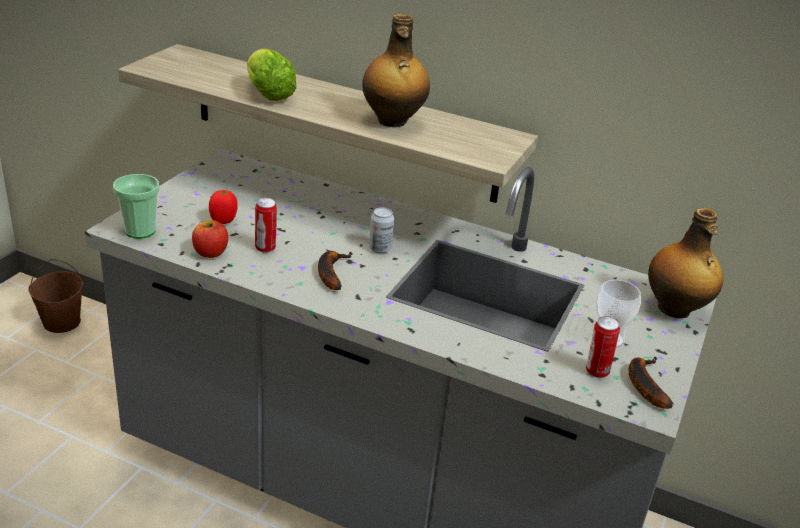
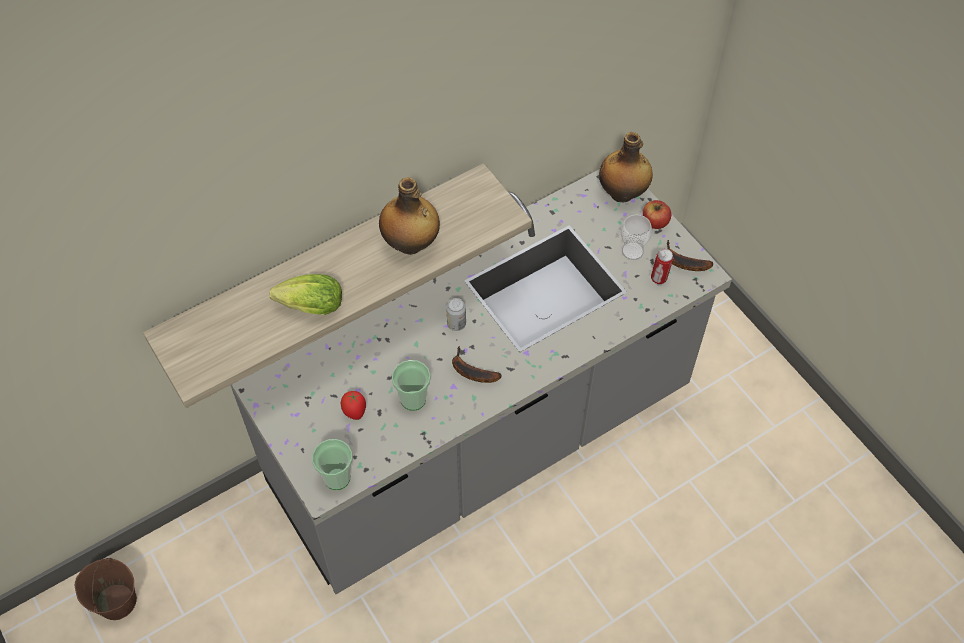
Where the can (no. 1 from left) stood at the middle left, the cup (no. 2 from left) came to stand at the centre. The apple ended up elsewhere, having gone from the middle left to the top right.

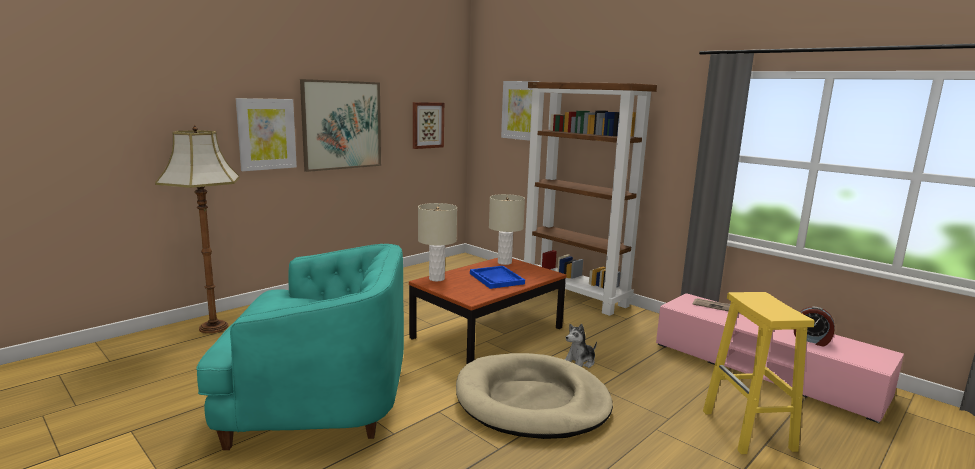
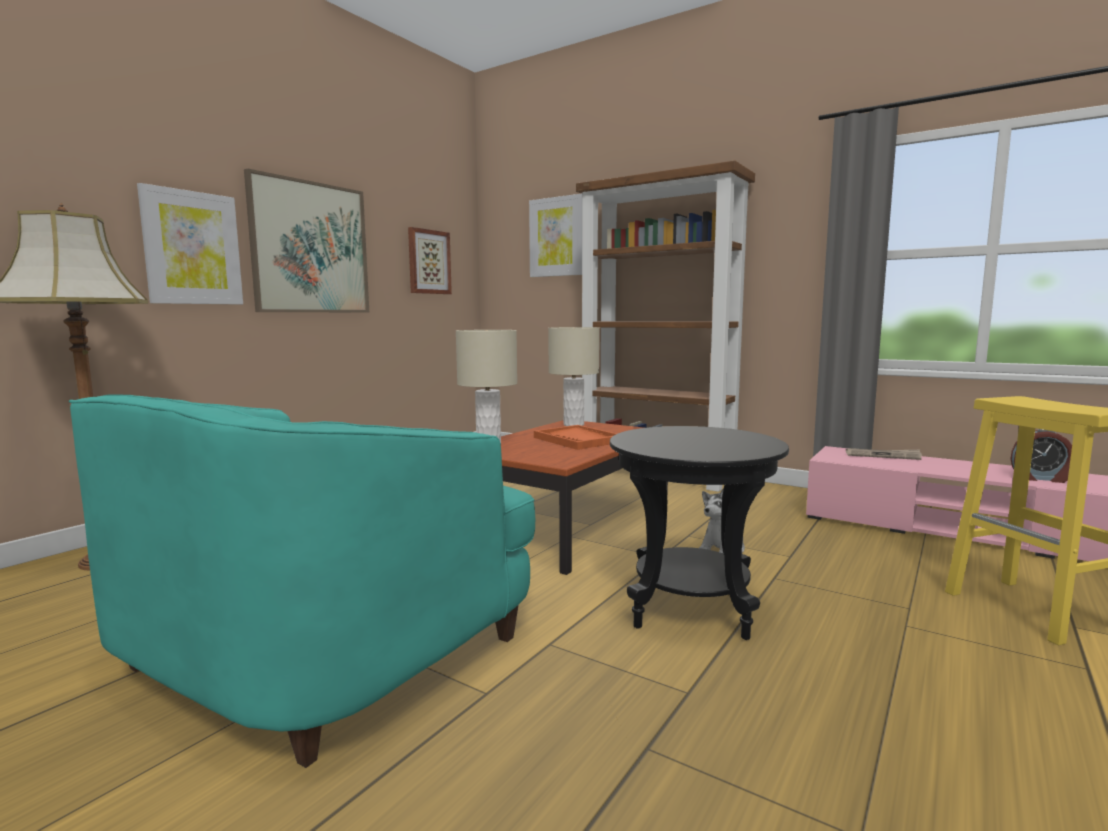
The turquoise armchair at the bottom left ended up facing another way, 135 degrees clockwise from before. What was the blue tray at the centre turned into the orange tray at the centre. Where the beige dog bed stood at the bottom centre, the black side table came to stand at the centre.

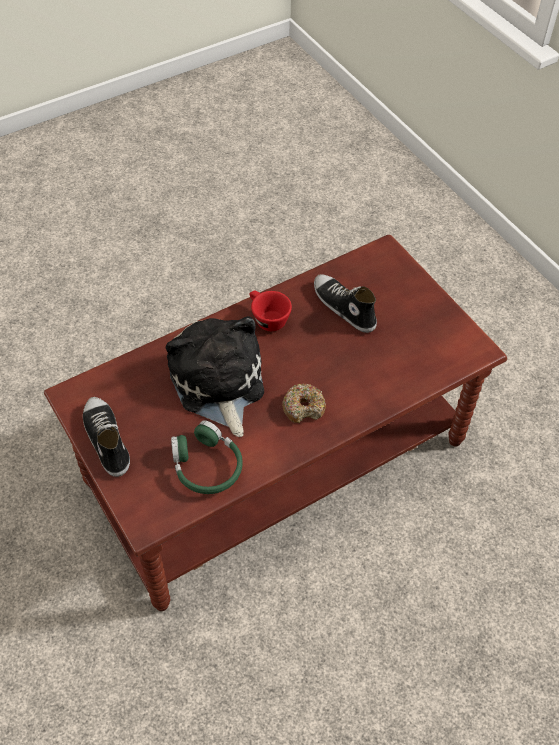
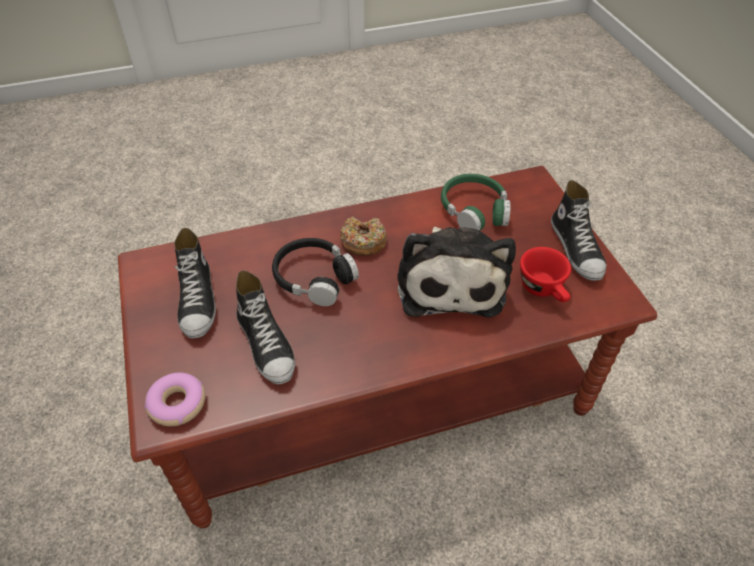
The red cup ended up elsewhere, having gone from the centre to the middle right. The second view gained the shoe (no. 1 from left) at the middle left. The second view gained the black headphones at the centre. The second view gained the donut (no. 1 from left) at the bottom left.

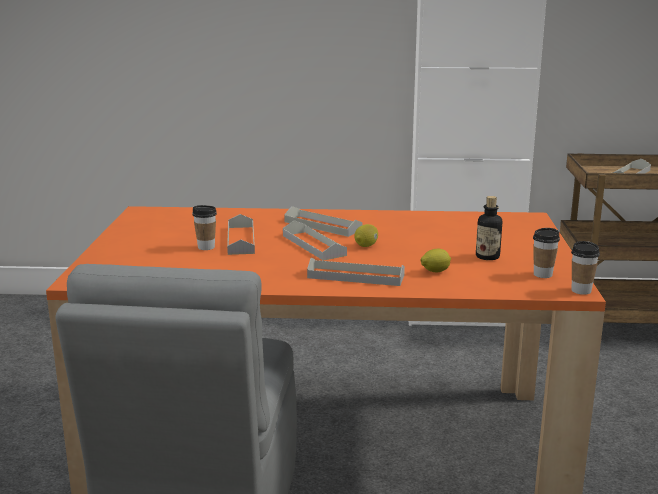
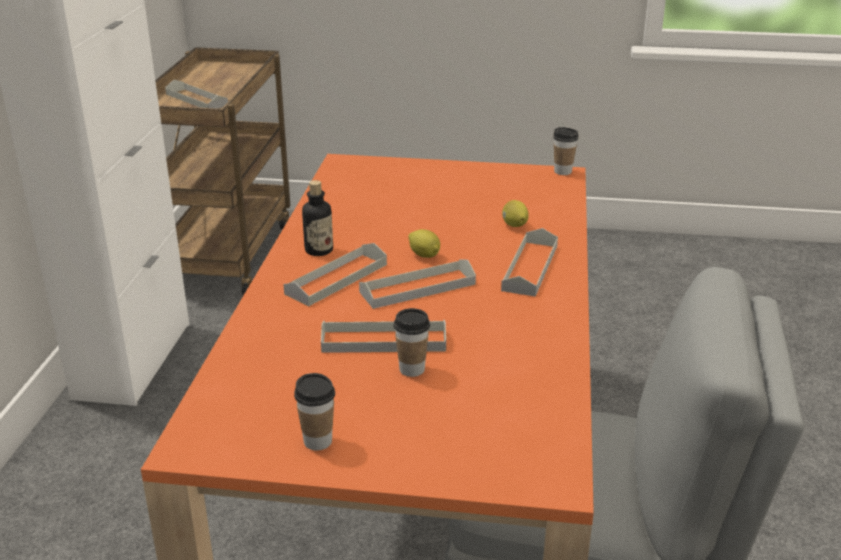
The bottle ended up elsewhere, having gone from the middle right to the centre. The cup (no. 2 from left in the first image) ended up elsewhere, having gone from the middle right to the bottom centre.

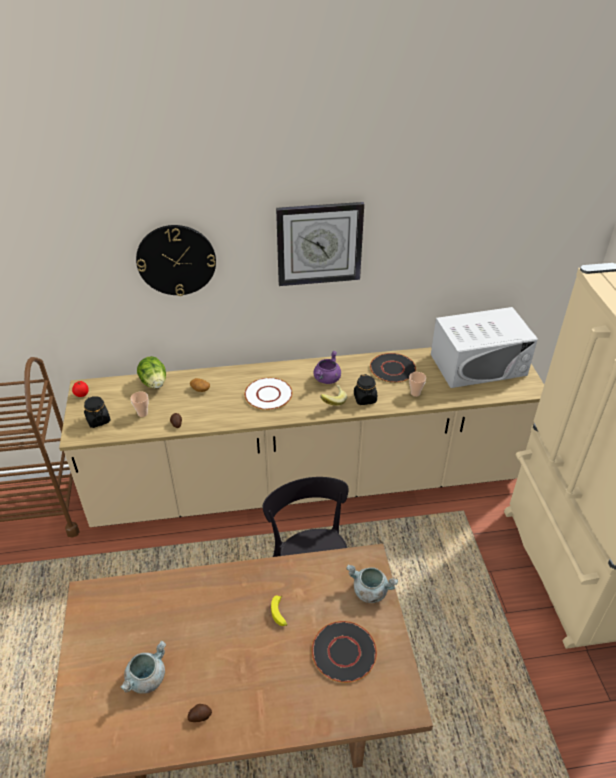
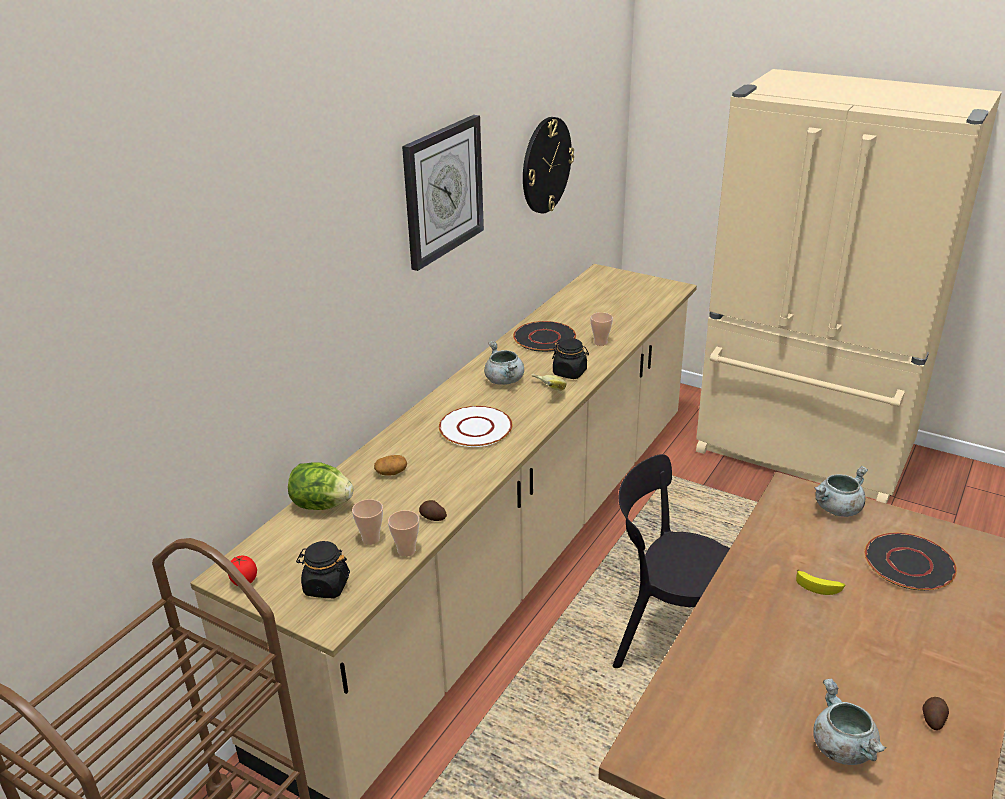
The wall clock (no. 1 from left in the first image) ended up elsewhere, having gone from the middle left to the top centre. The second view lost the white microwave at the middle right. What was the purple cooking pot at the centre turned into the grey cooking pot (no. 1 from left) at the centre. The second view gained the cup (no. 2 from left) at the bottom centre.

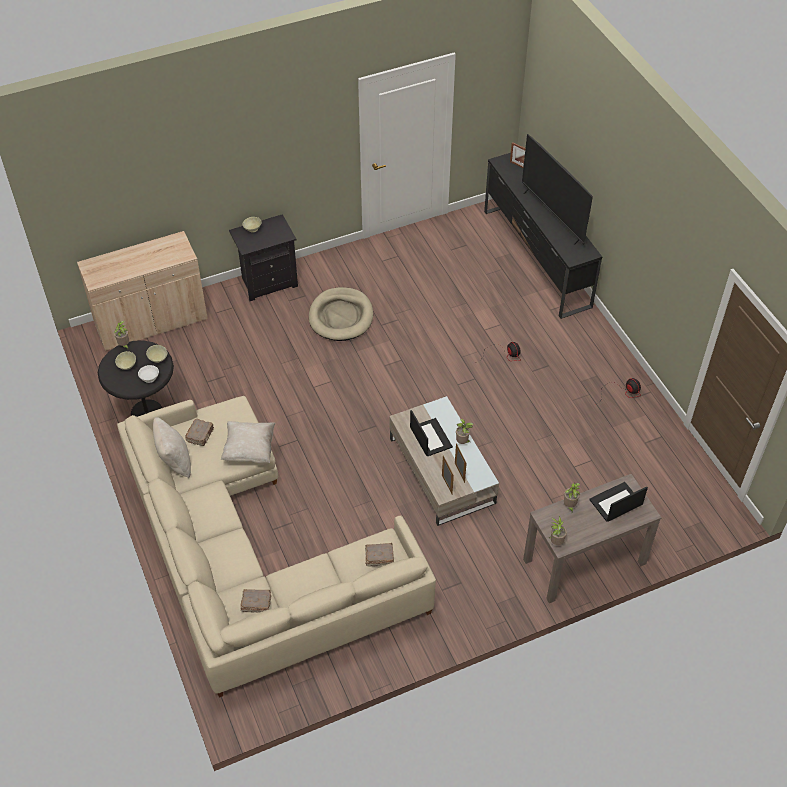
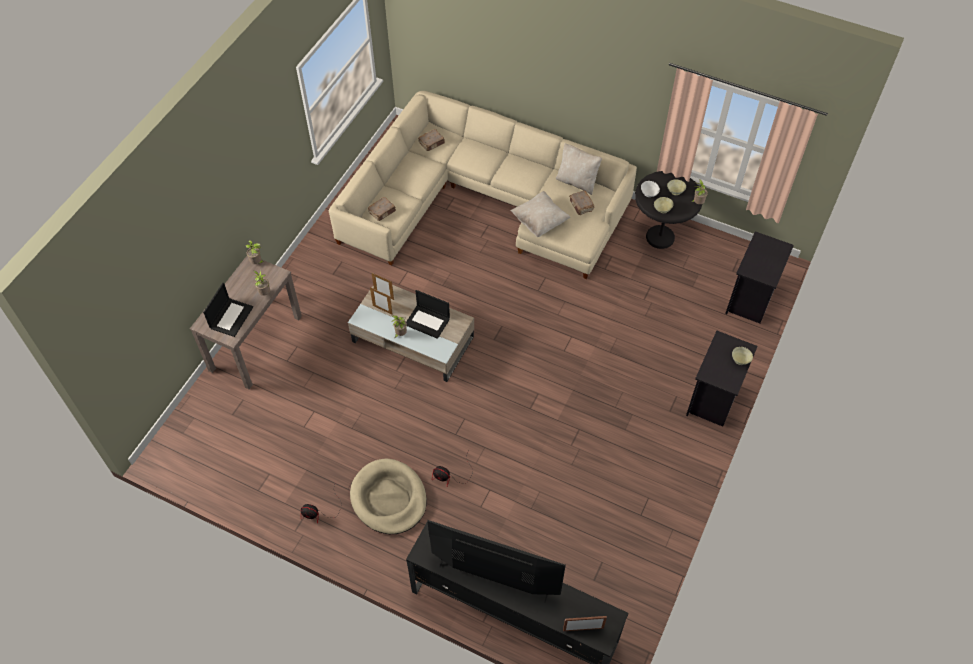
Where the beige cabinet stood at the middle left, the black nightstand (no. 2 from left) came to stand at the middle right. The beige dog bed ended up elsewhere, having gone from the centre to the bottom centre.

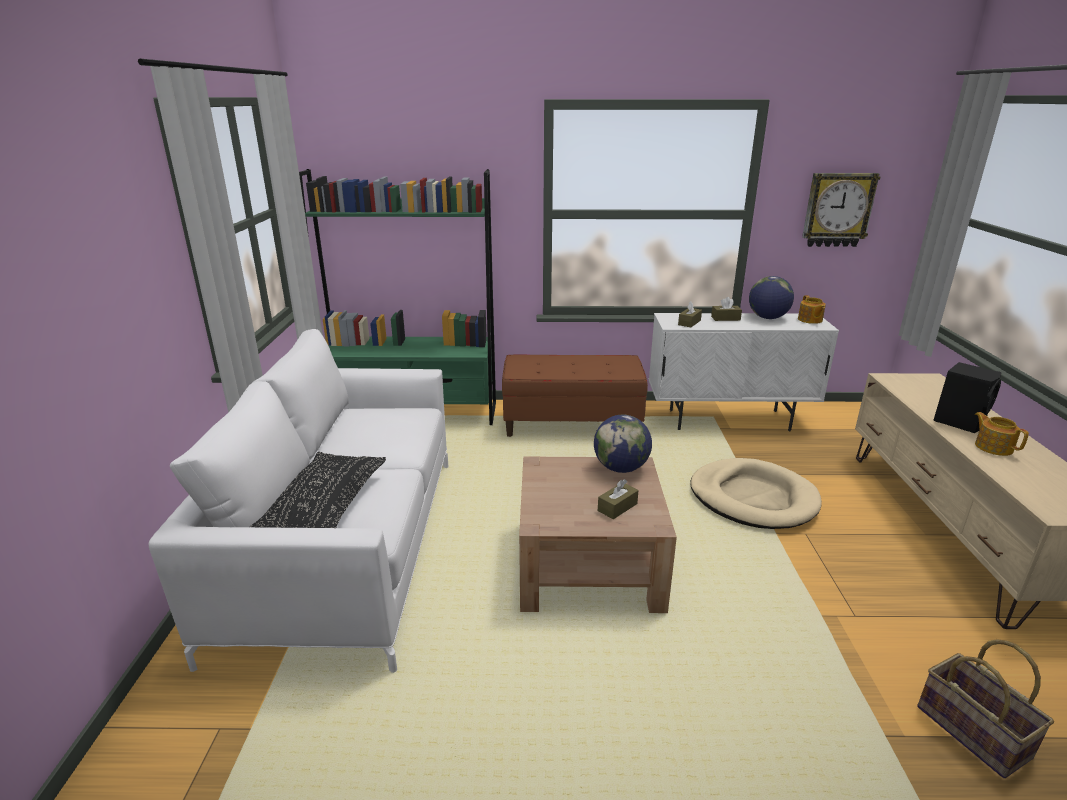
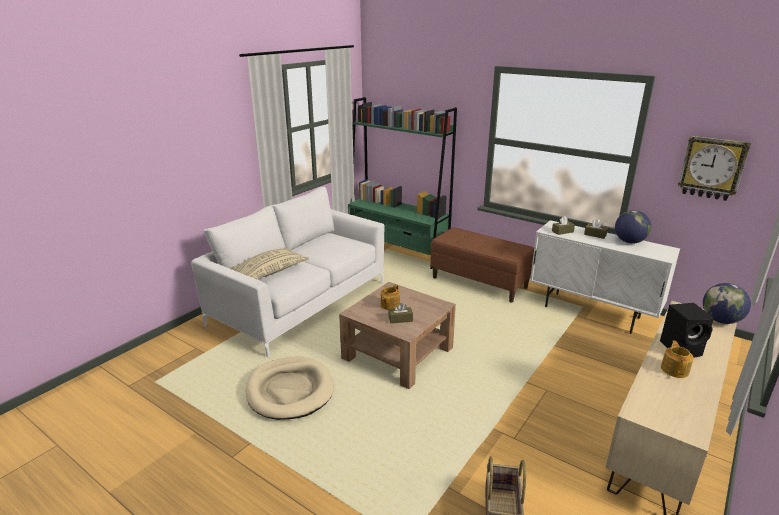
The teapot (no. 1 from left) ended up elsewhere, having gone from the middle right to the centre. The globe (no. 1 from left in the first image) ended up elsewhere, having gone from the centre to the middle right. What was the black pillow at the middle left turned into the beige pillow at the centre. The beige dog bed ended up elsewhere, having gone from the middle right to the bottom centre.

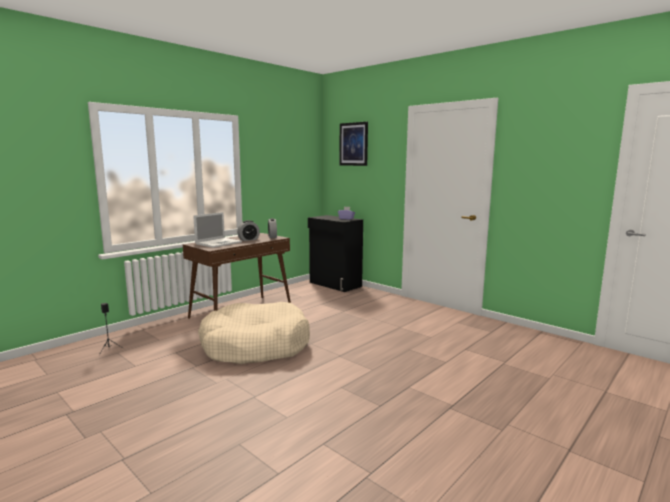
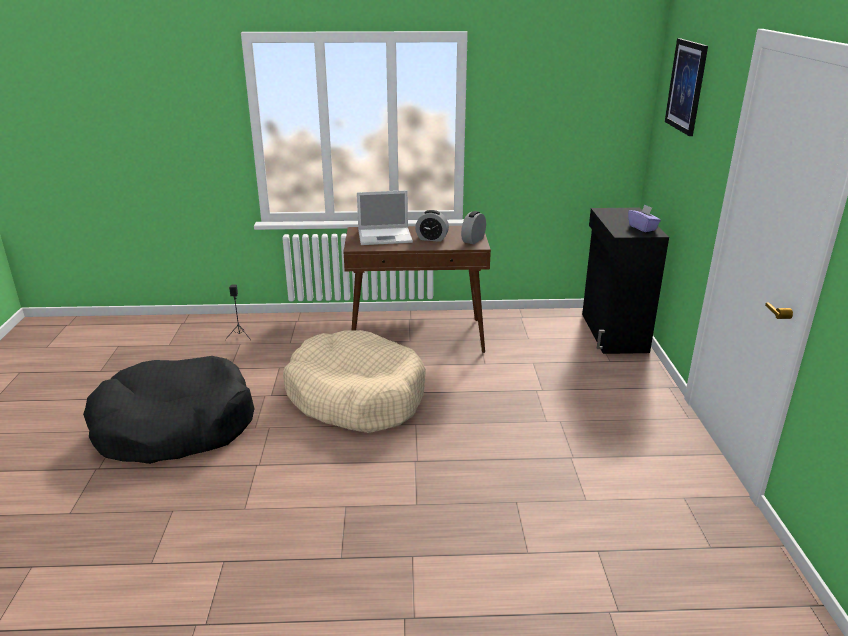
The second view gained the black dog bed at the middle left.

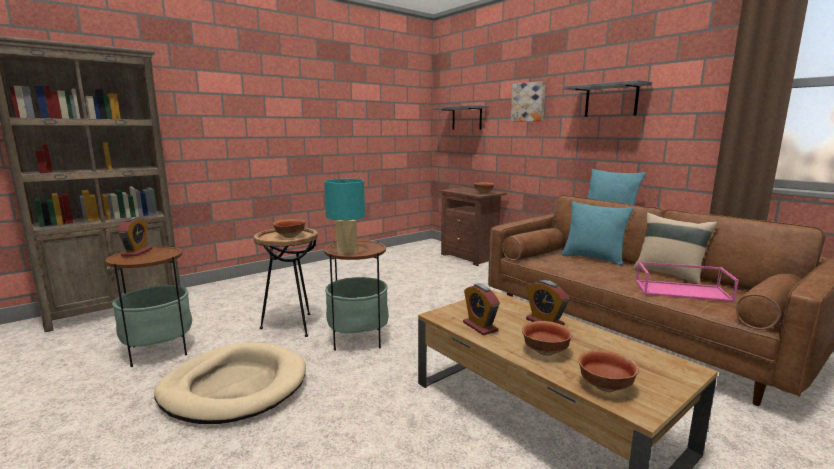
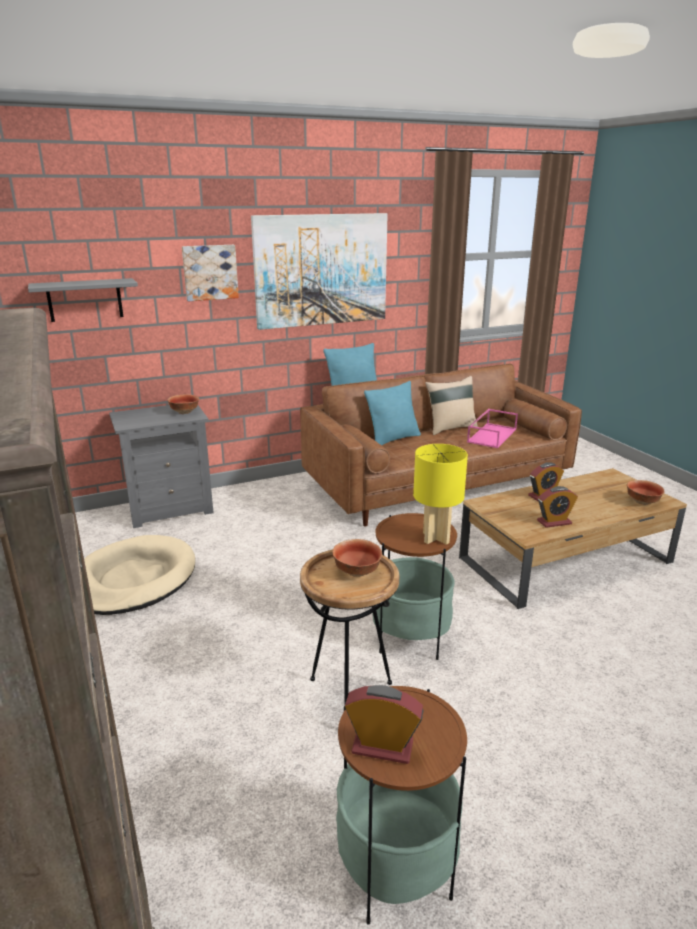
Where the grey shelf (no. 2 from left) hung at the top right, the picture (no. 2 from left) came to hang at the top centre. What was the turquoise table lamp at the centre turned into the yellow table lamp at the centre. What was the brown nightstand at the centre turned into the grey nightstand at the middle left. The second view lost the bowl (no. 3 from left) at the bottom centre. The beige dog bed ended up elsewhere, having gone from the bottom left to the middle left.

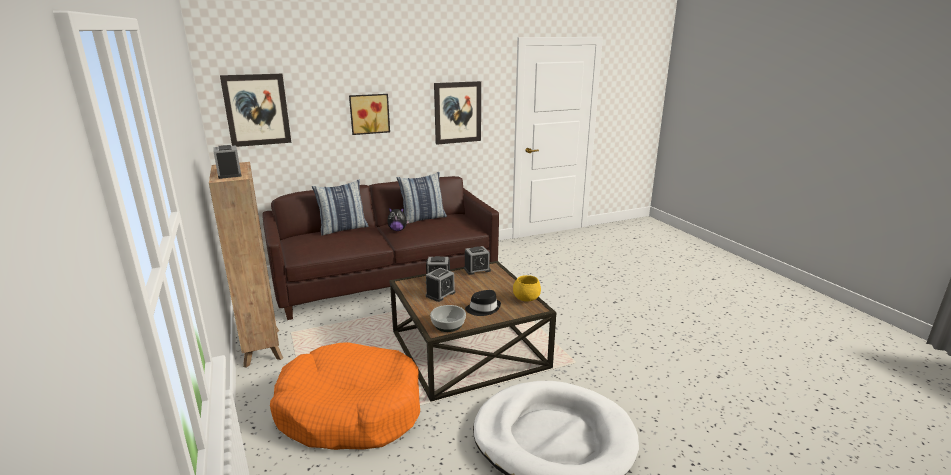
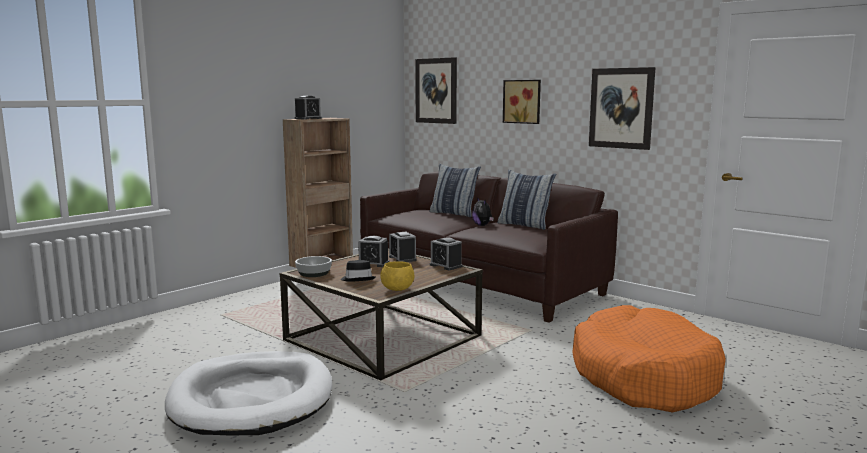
The orange dog bed ended up elsewhere, having gone from the bottom centre to the bottom right.

